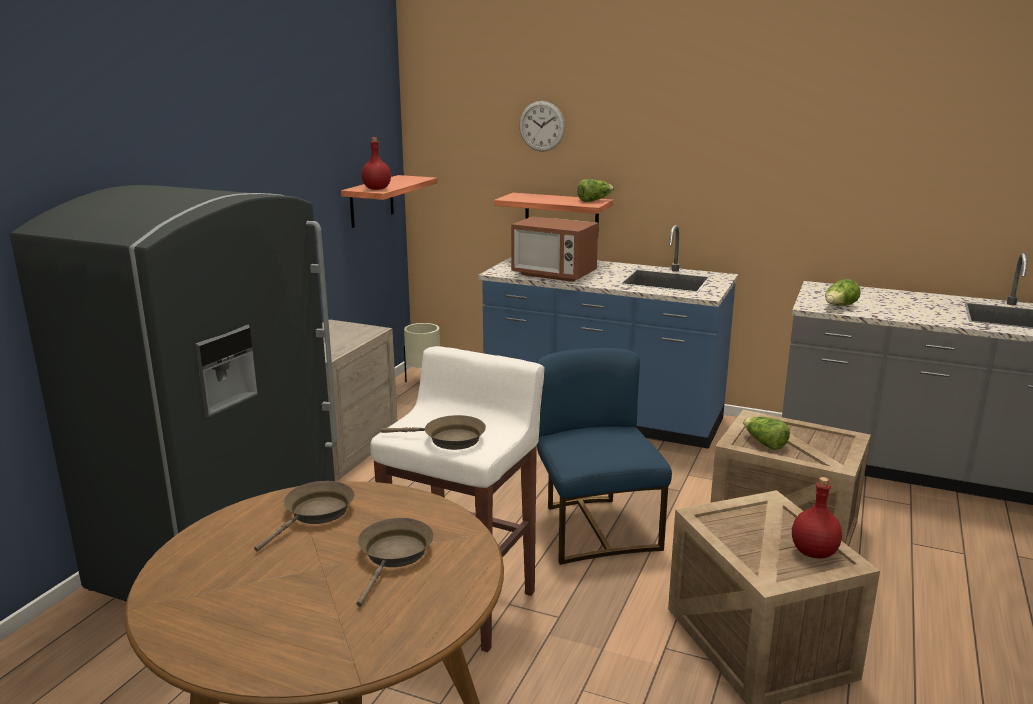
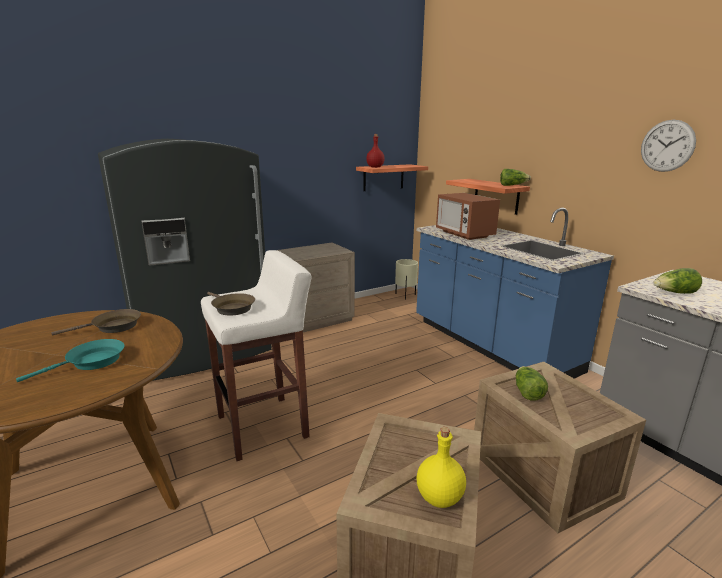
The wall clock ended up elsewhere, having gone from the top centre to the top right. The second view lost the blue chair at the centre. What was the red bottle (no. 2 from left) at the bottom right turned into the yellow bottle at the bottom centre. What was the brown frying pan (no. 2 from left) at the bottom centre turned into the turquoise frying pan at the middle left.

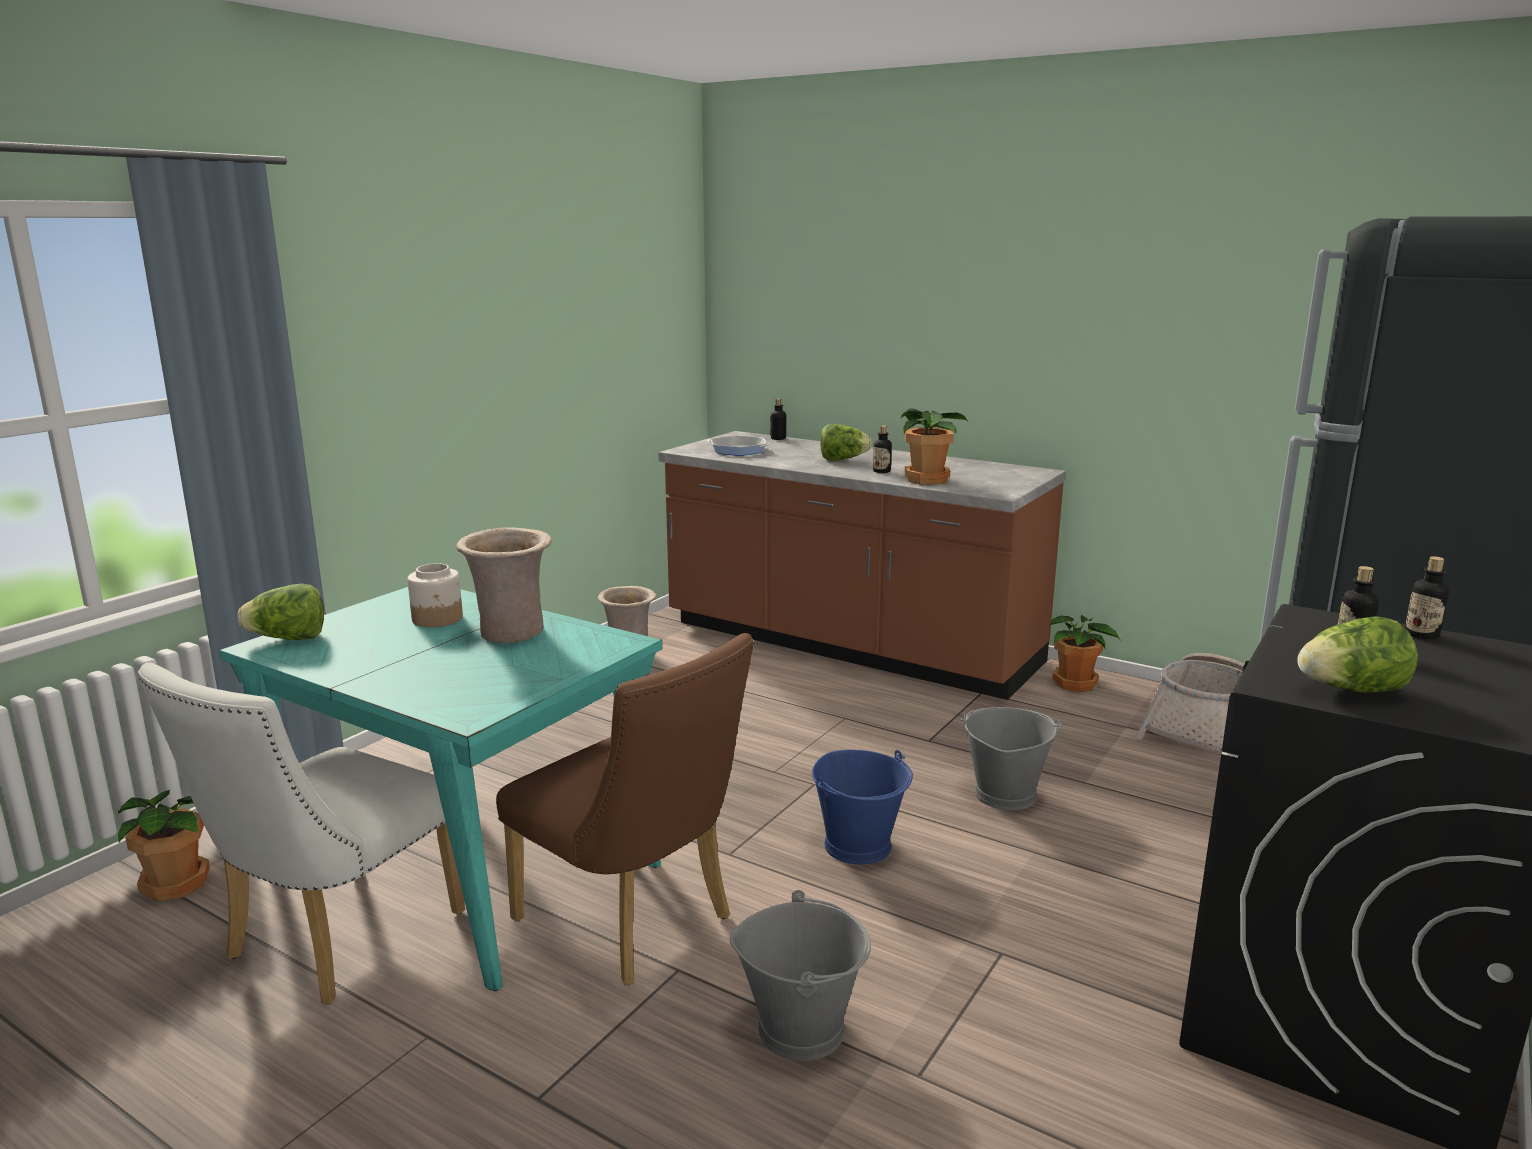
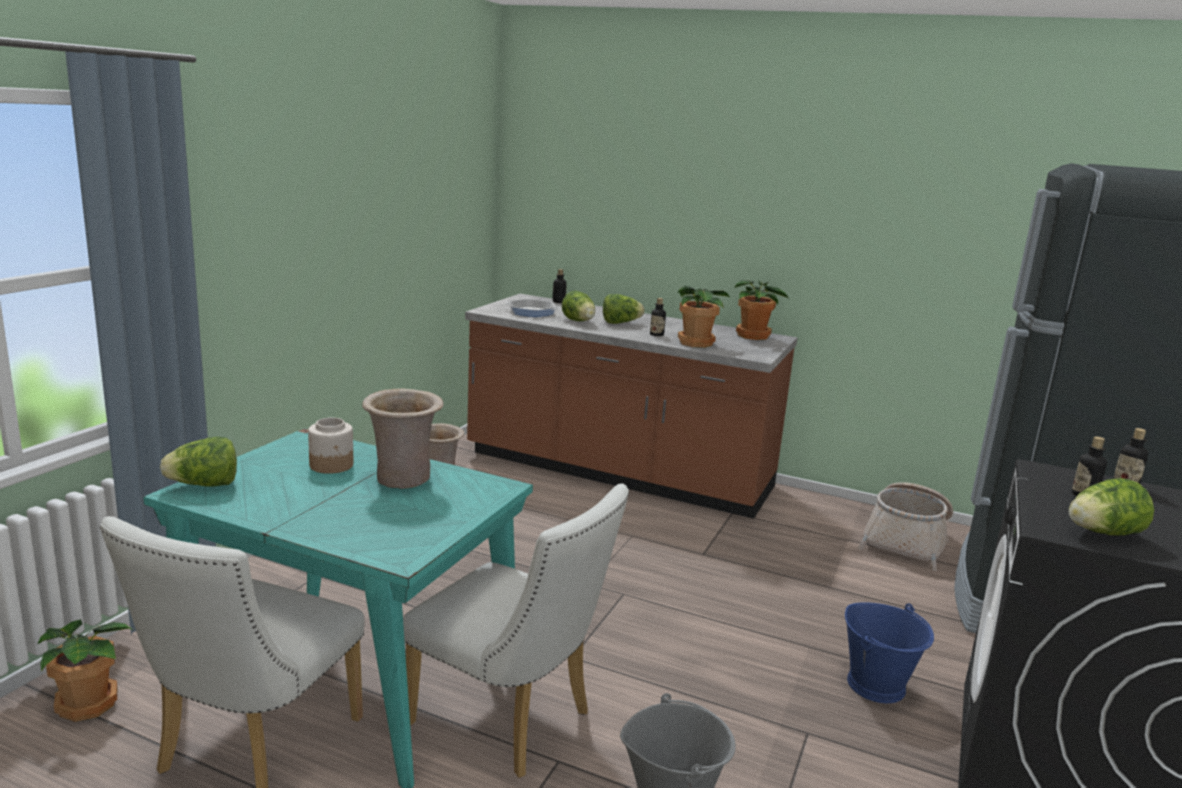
The potted plant (no. 3 from left) ended up elsewhere, having gone from the middle right to the centre. What was the brown chair at the bottom centre turned into the white chair (no. 2 from left) at the bottom centre. The second view lost the grey bucket (no. 2 from left) at the centre. The blue bucket ended up elsewhere, having gone from the bottom centre to the bottom right. The second view gained the lettuce (no. 2 from left) at the centre.

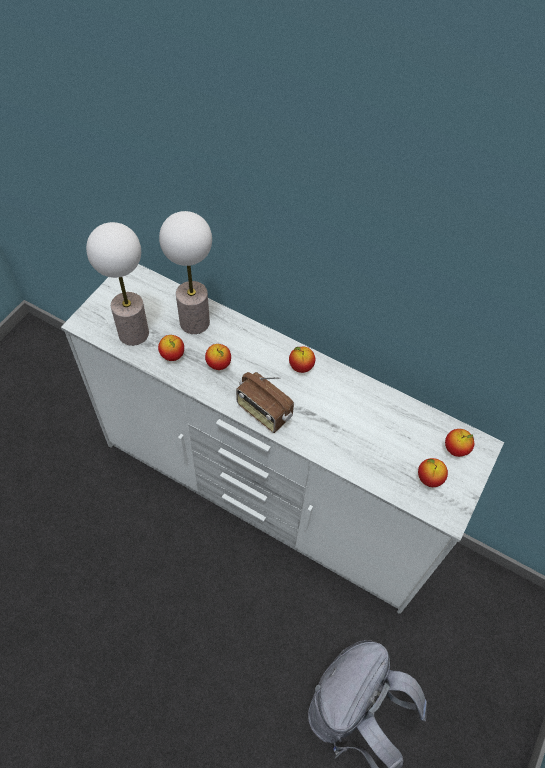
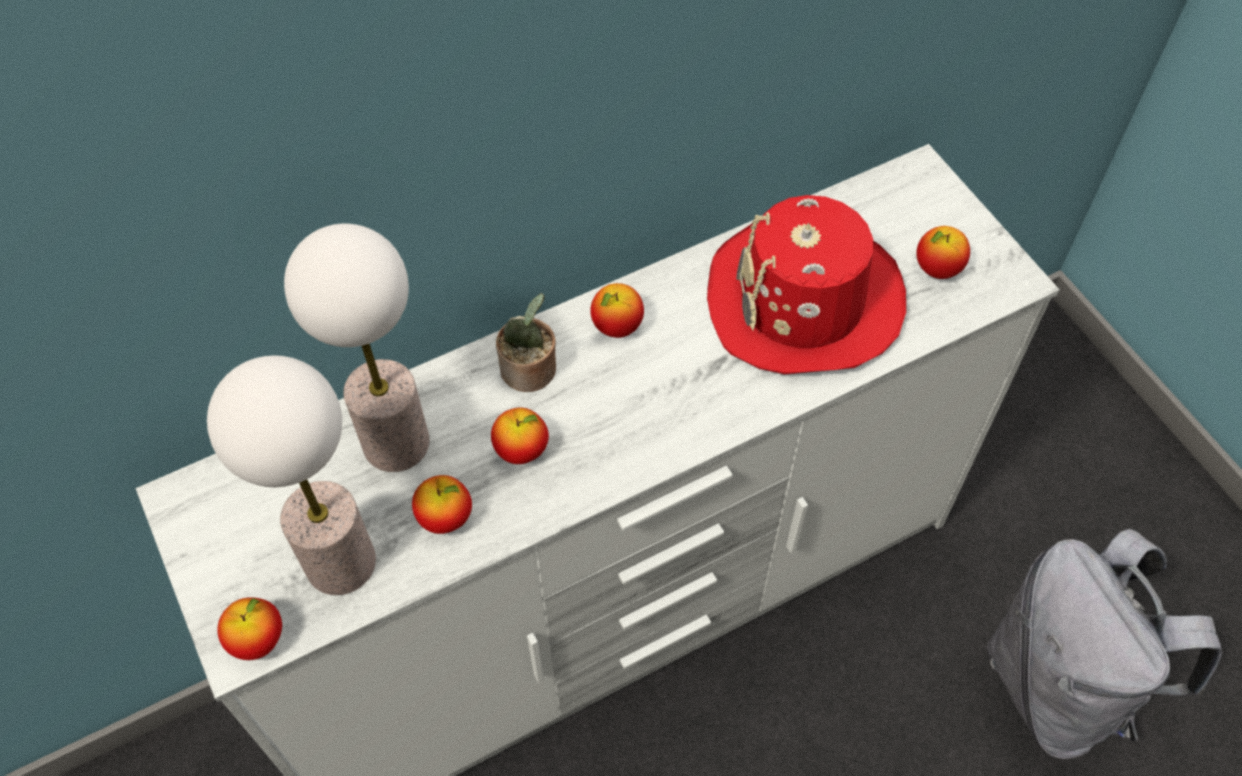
The second view lost the radio at the centre. The apple (no. 5 from left in the first image) ended up elsewhere, having gone from the middle right to the bottom left. The second view gained the red hat at the centre. The second view gained the potted plant at the centre.

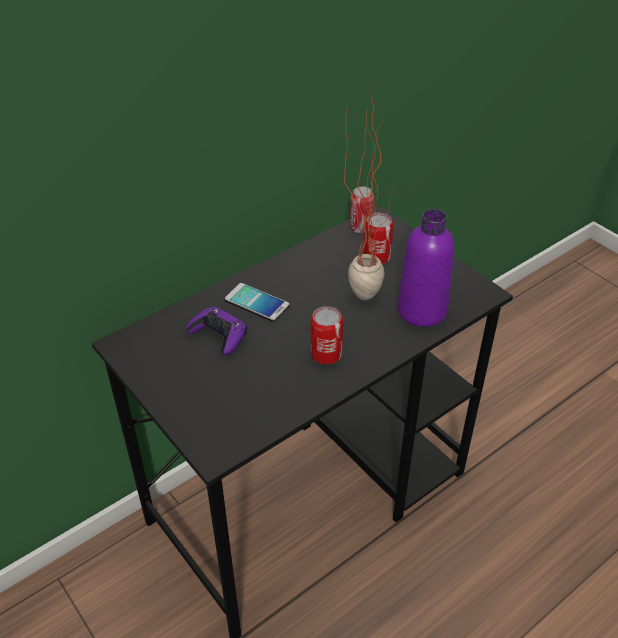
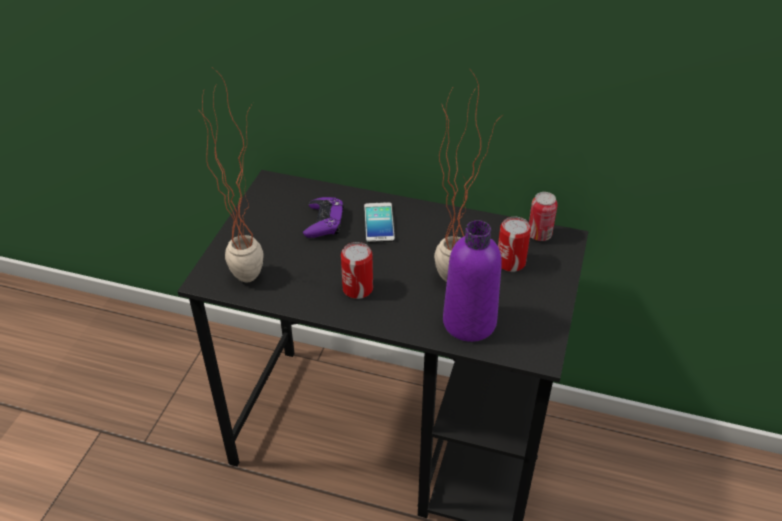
The second view gained the potted plant (no. 1 from left) at the middle left.

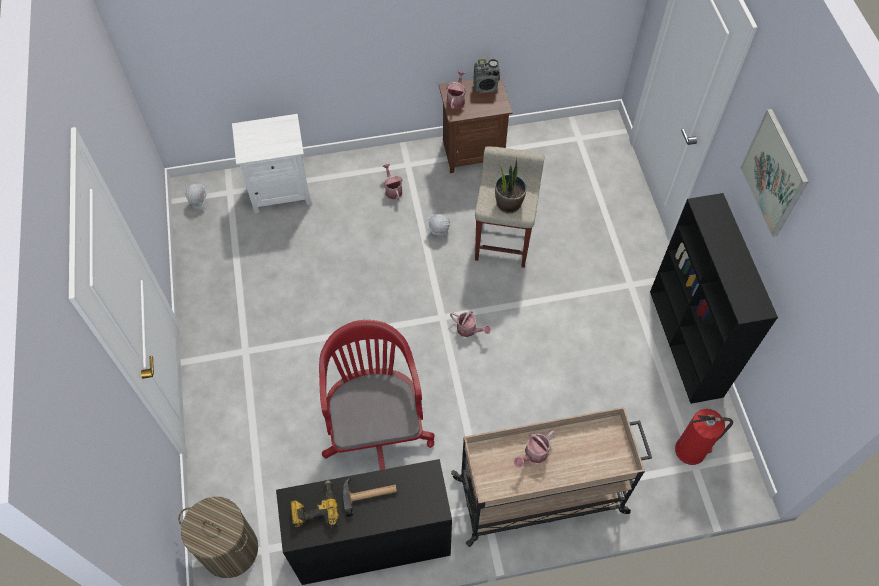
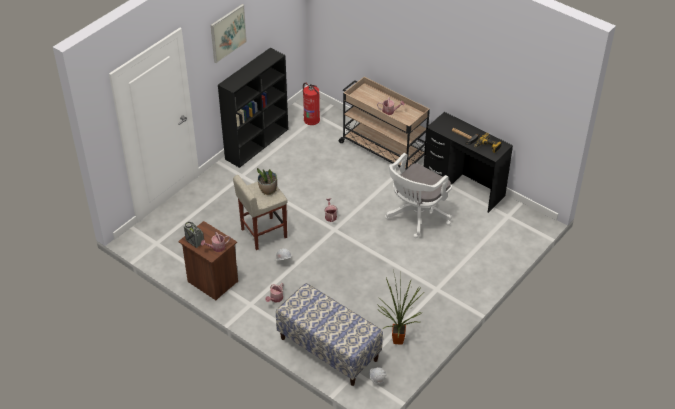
Where the white nightstand stood at the top left, the bench came to stand at the bottom centre. What was the red office chair at the bottom centre turned into the white office chair at the centre. The second view lost the laundry basket at the bottom left. The second view gained the potted plant (no. 2 from left) at the bottom centre.

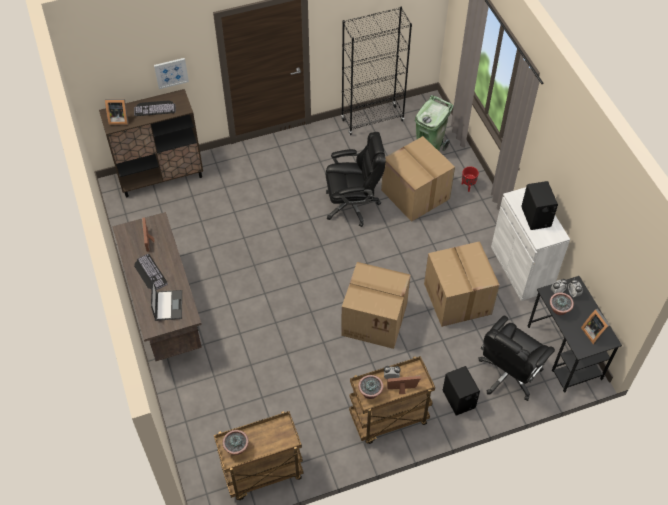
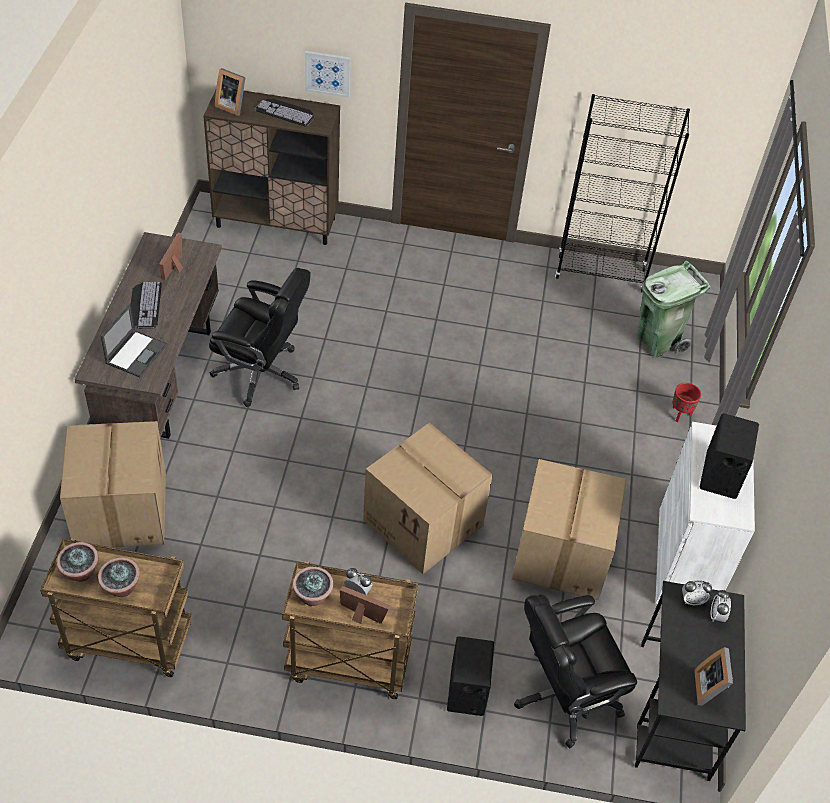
The black office chair (no. 1 from left) ended up elsewhere, having gone from the centre to the middle left. The cardboard box (no. 2 from left in the first image) ended up elsewhere, having gone from the centre to the middle left. The potted plant (no. 3 from left in the first image) ended up elsewhere, having gone from the middle right to the bottom left.

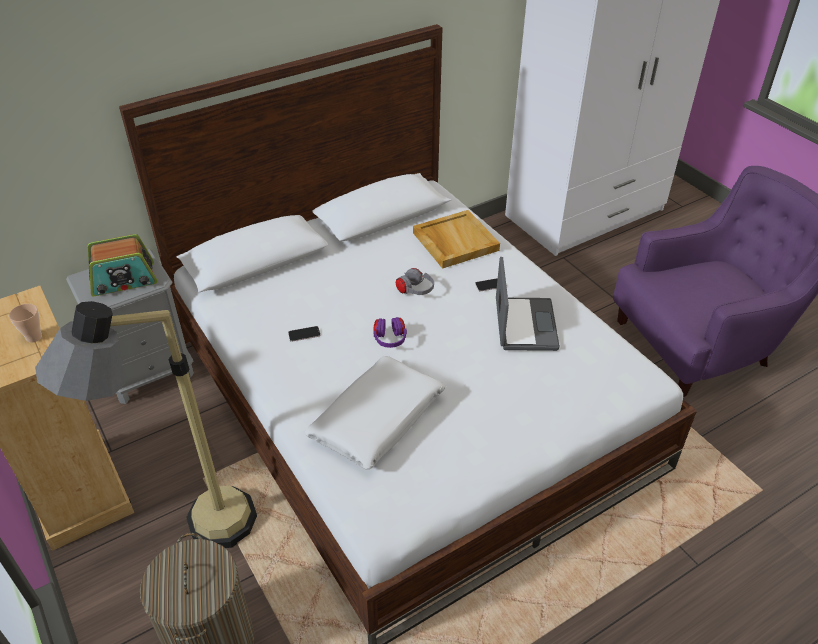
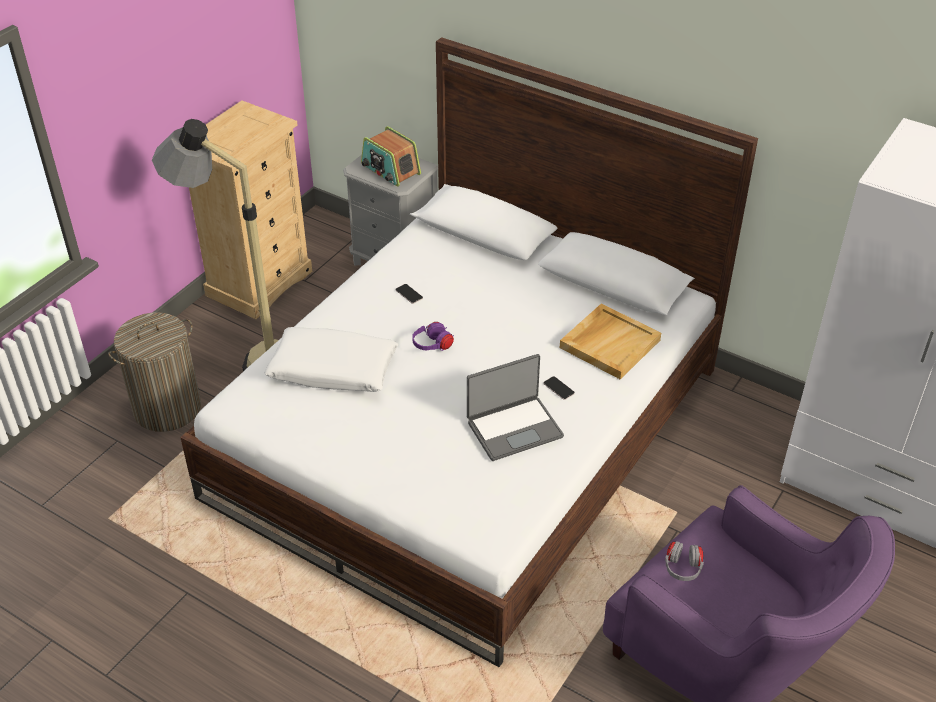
The grey headphones ended up elsewhere, having gone from the centre to the bottom right. The second view lost the cup at the middle left.

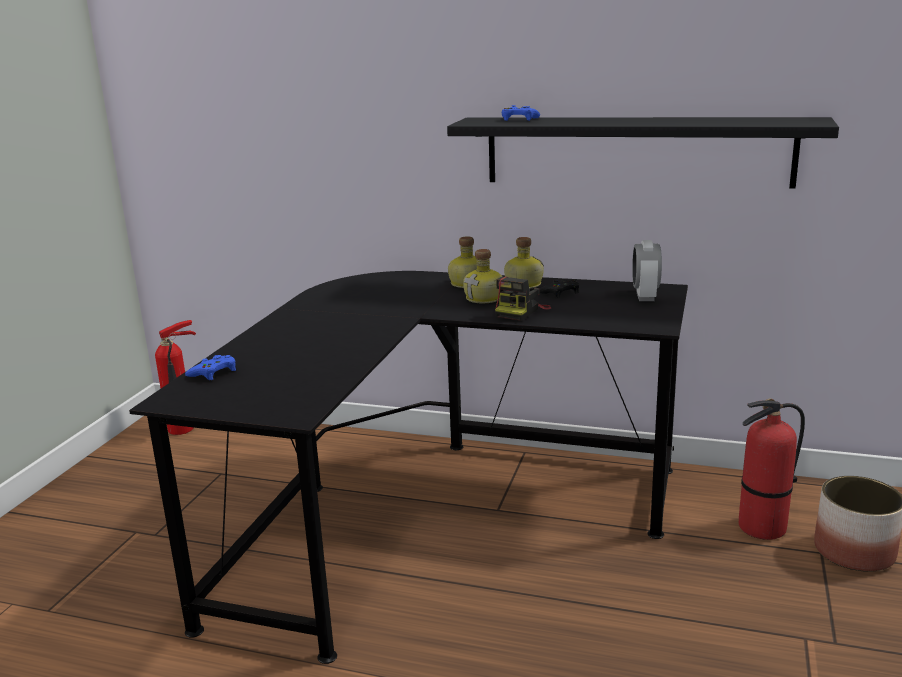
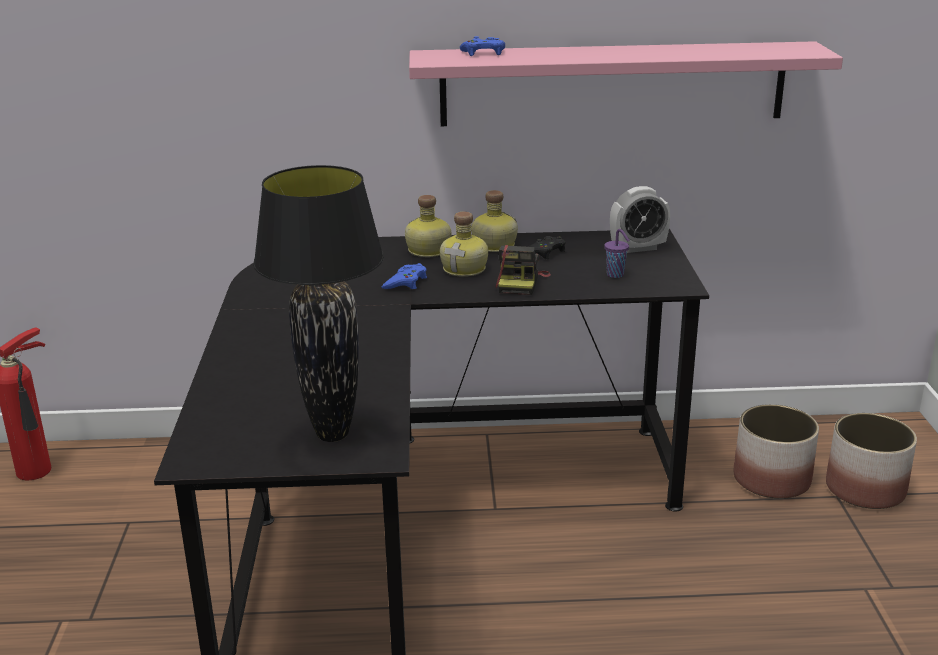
What was the black shelf at the top right turned into the pink shelf at the top right. The alarm clock at the middle right ended up facing another way, 90 degrees counterclockwise from before. The blue game controller (no. 1 from left) ended up elsewhere, having gone from the middle left to the centre. Where the fire extinguisher (no. 2 from left) stood at the bottom right, the planter (no. 1 from left) came to stand at the bottom right. The second view gained the black table lamp at the centre. The second view gained the purple cup at the centre.

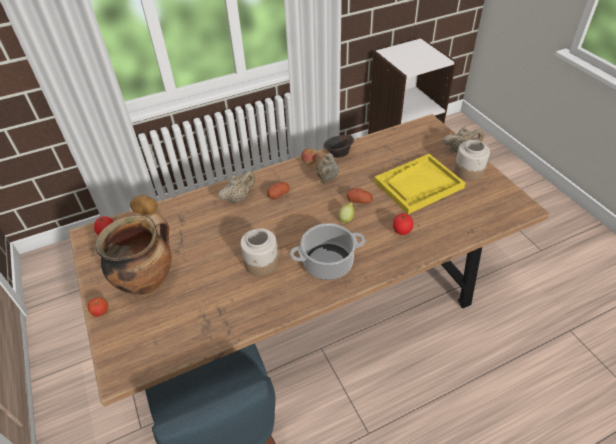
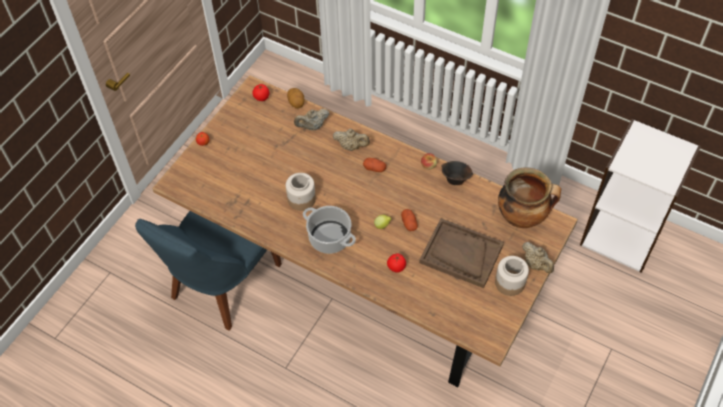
The beige teapot (no. 2 from left in the first image) ended up elsewhere, having gone from the centre to the top centre. What was the yellow tray at the middle right turned into the brown tray at the centre. The cooking pot (no. 1 from left in the first image) ended up elsewhere, having gone from the middle left to the middle right.

